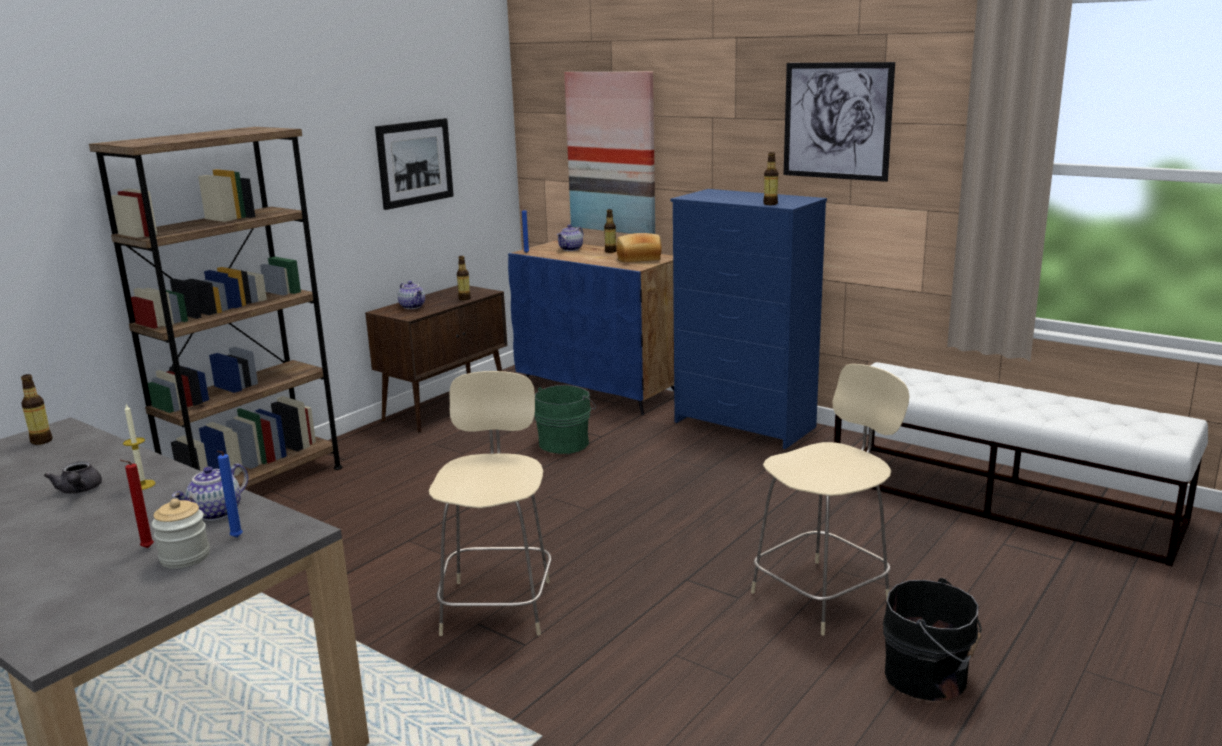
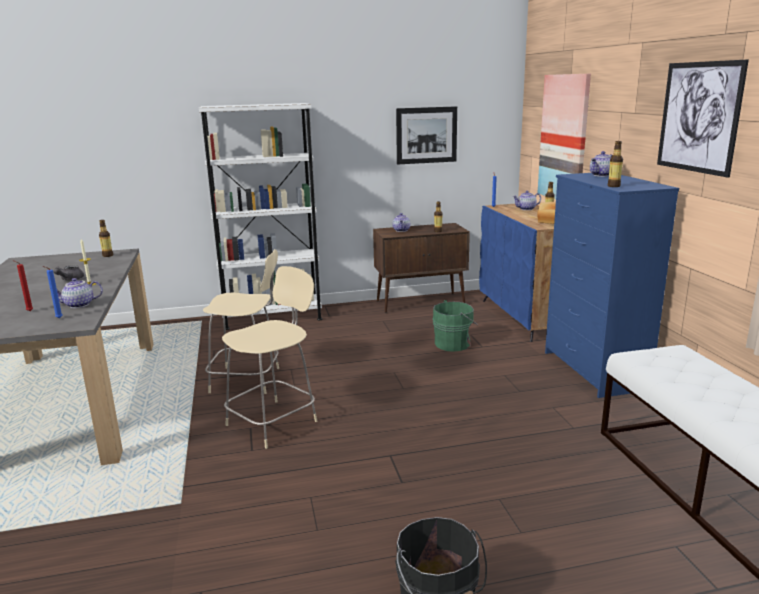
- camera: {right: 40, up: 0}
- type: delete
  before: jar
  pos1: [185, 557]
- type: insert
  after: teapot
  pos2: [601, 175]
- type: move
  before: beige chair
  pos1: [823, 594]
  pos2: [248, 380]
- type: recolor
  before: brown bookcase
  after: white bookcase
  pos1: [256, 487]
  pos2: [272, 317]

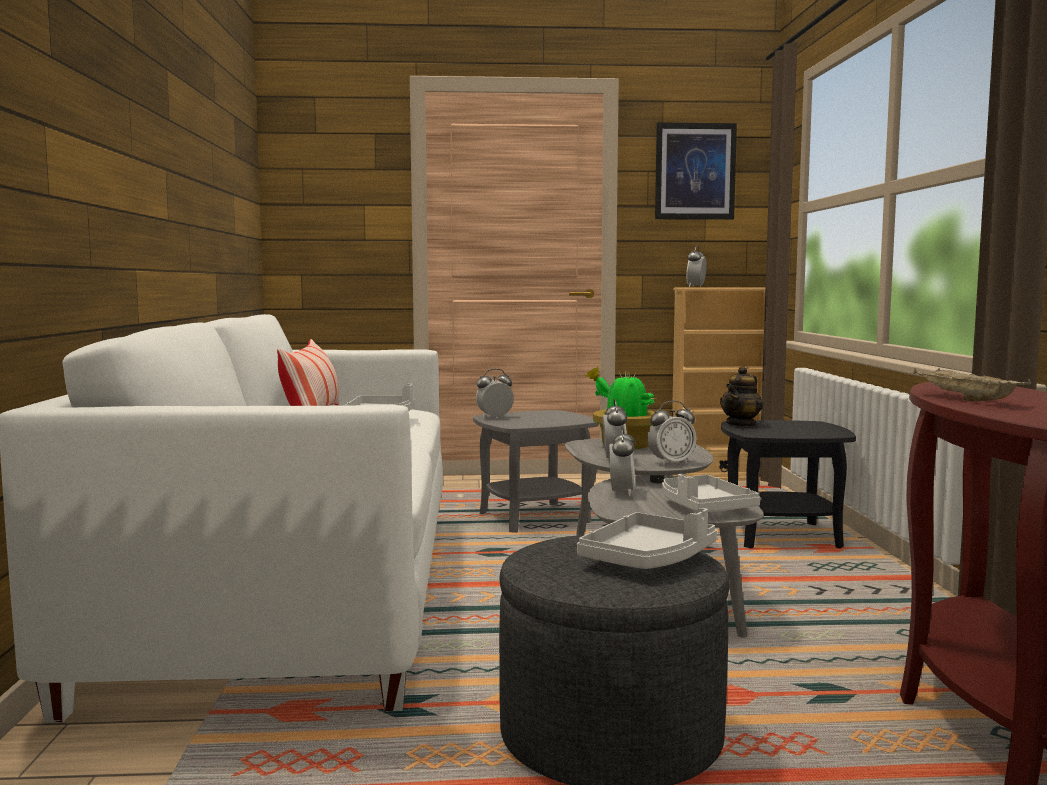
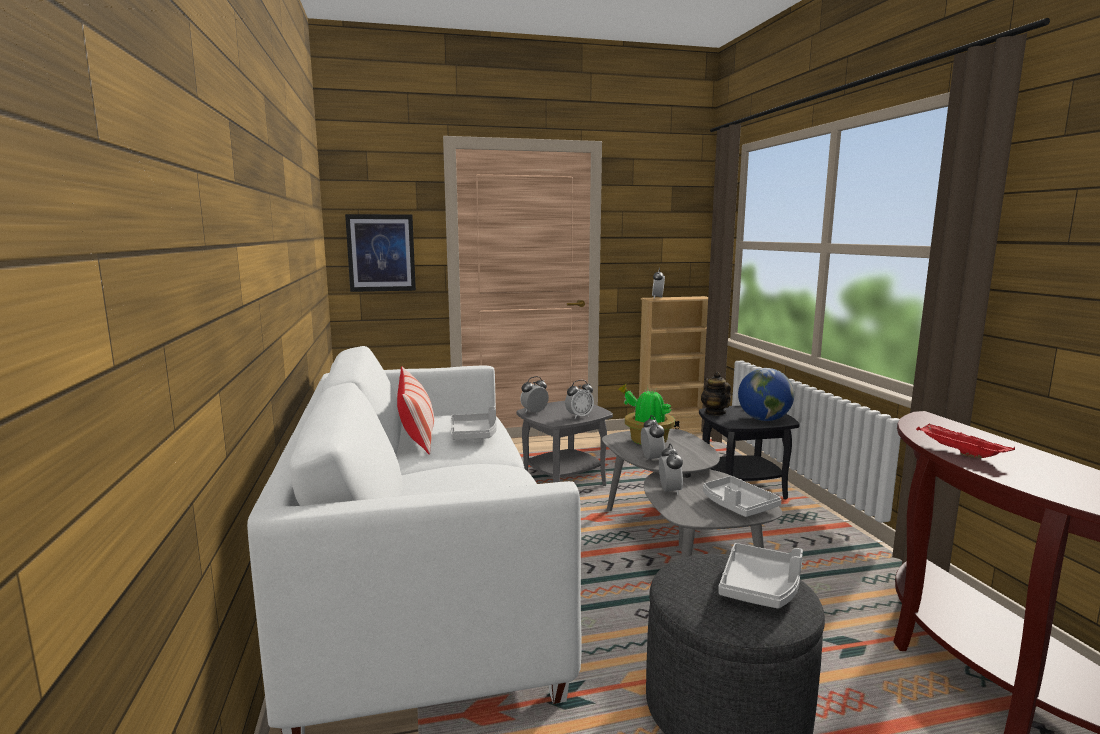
- camera: {right: -10, up: 5}
- type: insert
  after: globe
  pos2: [763, 419]
- type: move
  before: alarm clock
  pos1: [671, 463]
  pos2: [579, 416]
- type: move
  before: picture
  pos1: [695, 171]
  pos2: [381, 253]
- type: recolor
  before: beige tray
  after: red tray
  pos1: [964, 399]
  pos2: [958, 452]
- type: rotate
  before: teapot
  pos1: [741, 424]
  pos2: [715, 413]
  turn: 135

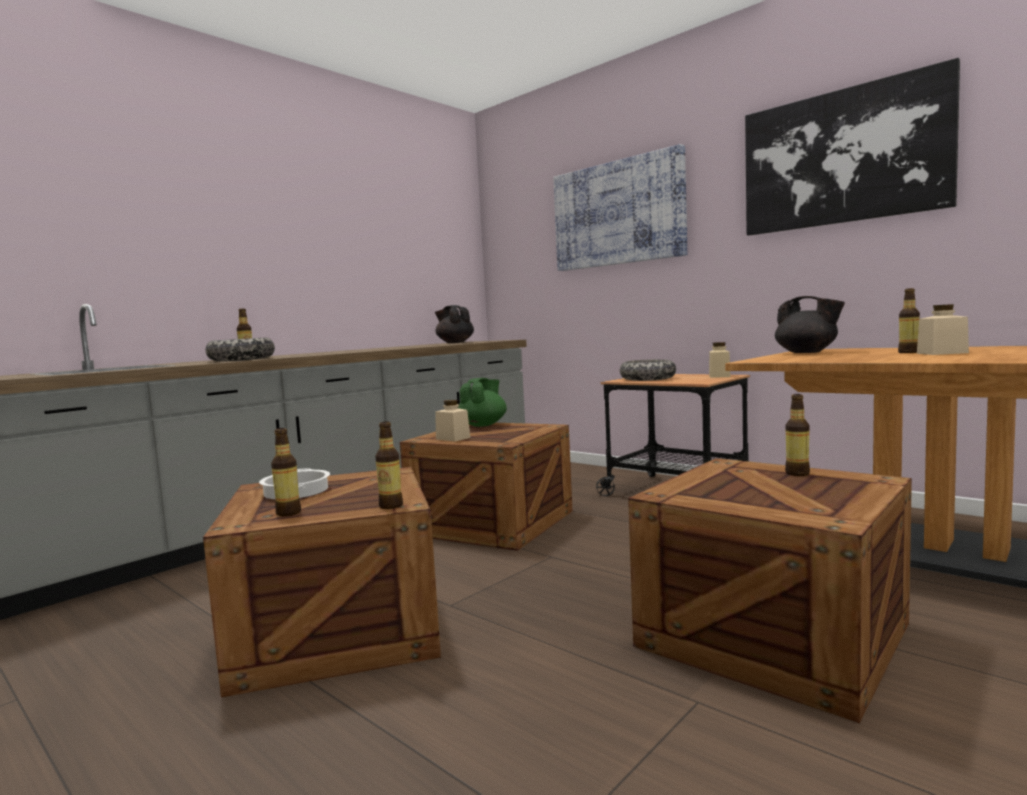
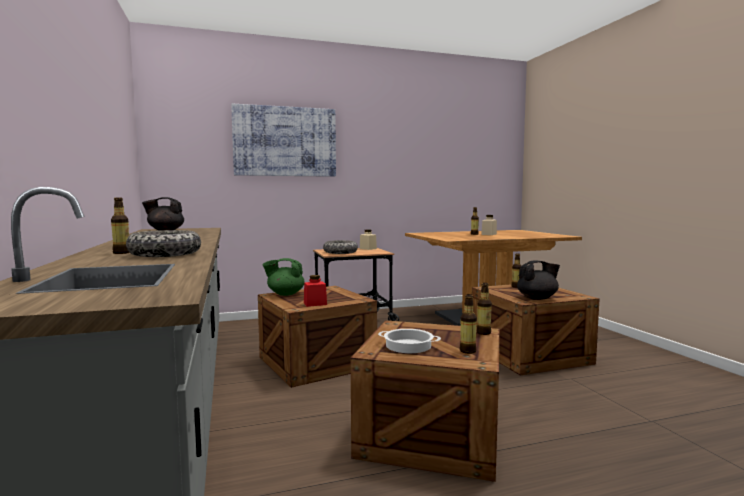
- camera: {right: -60, up: 0}
- type: delete
  before: picture
  pos1: [842, 157]
- type: move
  before: black teapot
  pos1: [807, 352]
  pos2: [537, 298]
- type: recolor
  before: beige jar
  after: red jar
  pos1: [453, 438]
  pos2: [315, 304]
- type: rotate
  before: green teapot
  pos1: [483, 425]
  pos2: [285, 294]
  turn: -60

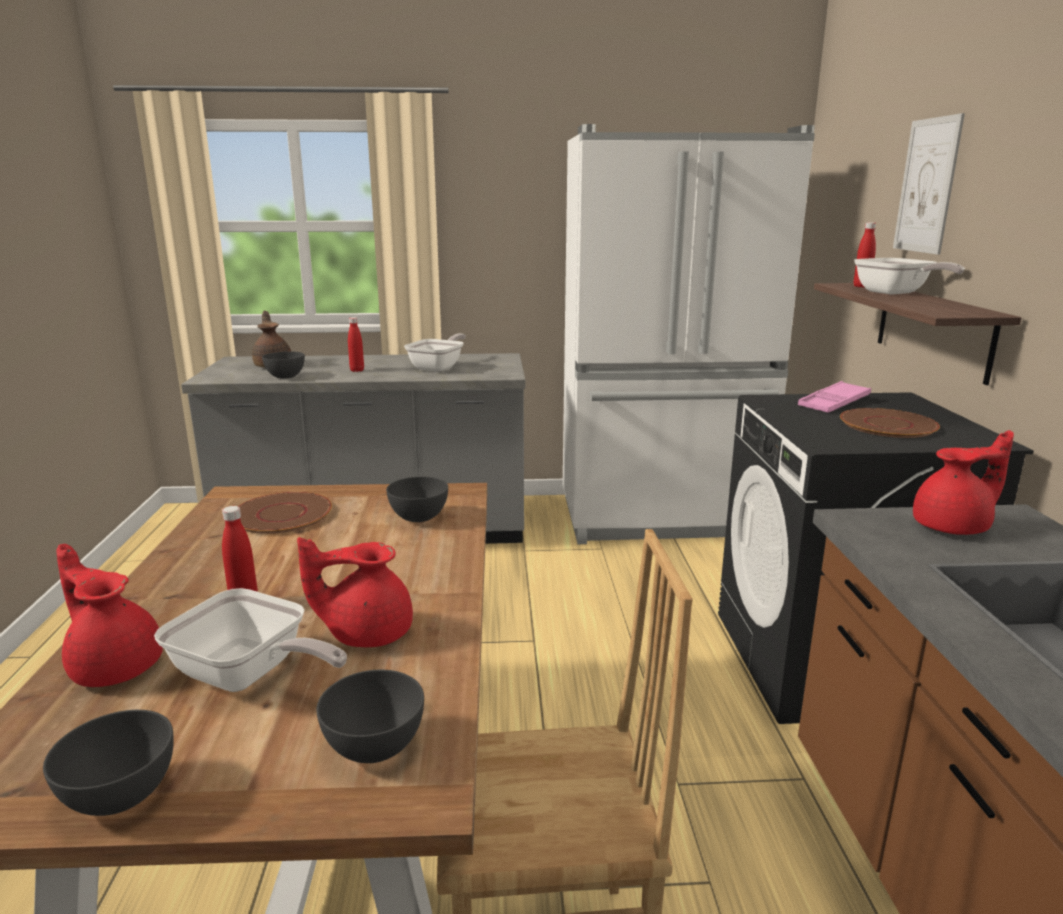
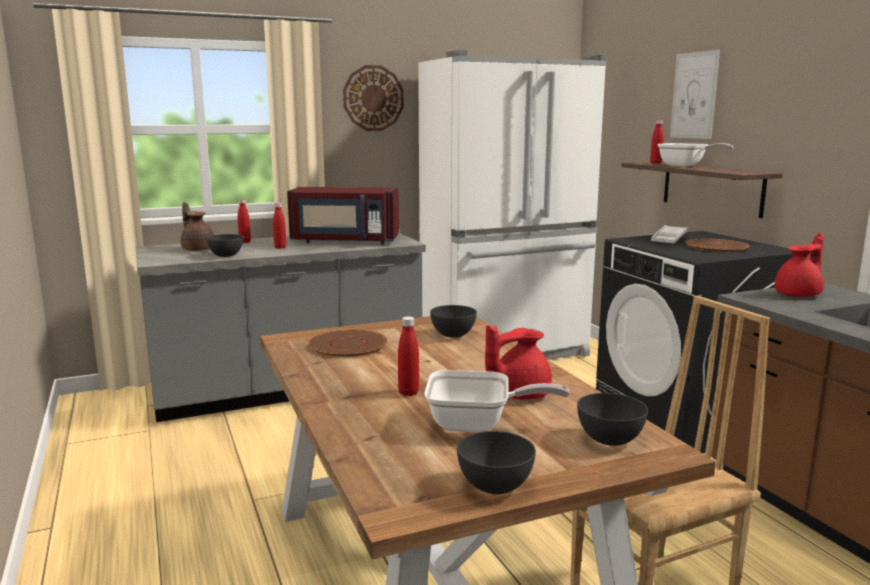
- camera: {right: -20, up: -5}
- type: delete
  before: red teapot
  pos1: [116, 665]
- type: insert
  after: red bottle
  pos2: [245, 242]
- type: insert
  after: wall clock
  pos2: [373, 98]
- type: replace
  before: frying pan
  after: red microwave
  pos1: [439, 367]
  pos2: [345, 241]
- type: recolor
  before: pink tray
  after: white tray
  pos1: [834, 403]
  pos2: [669, 239]

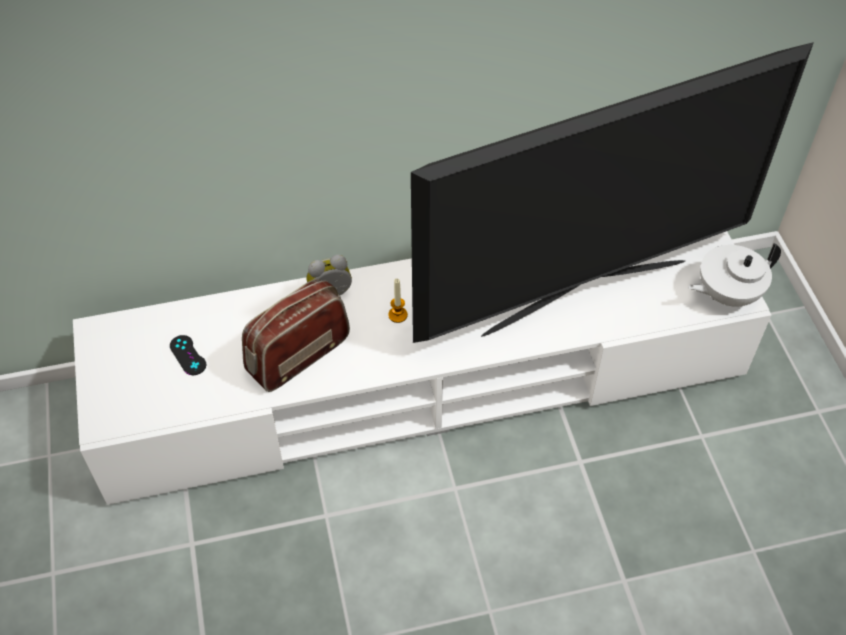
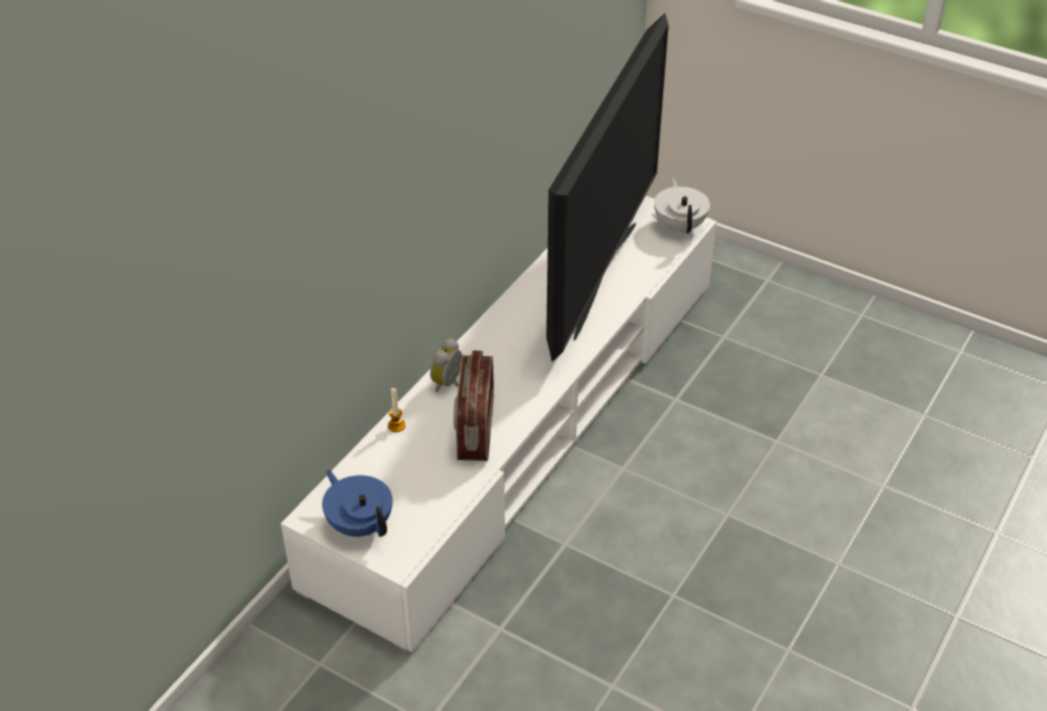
- camera: {right: -45, up: -10}
- type: delete
  before: black game controller
  pos1: [188, 355]
- type: insert
  after: blue teapot
  pos2: [360, 524]
- type: move
  before: candle
  pos1: [398, 315]
  pos2: [396, 426]
- type: rotate
  before: white teapot
  pos1: [726, 294]
  pos2: [680, 225]
  turn: 150

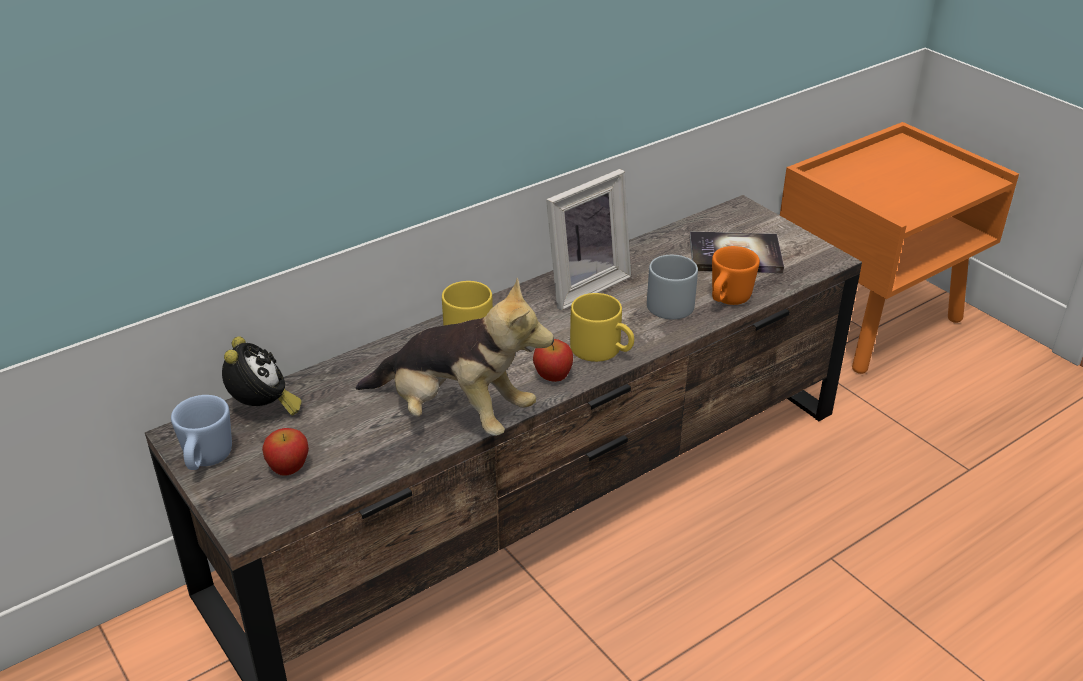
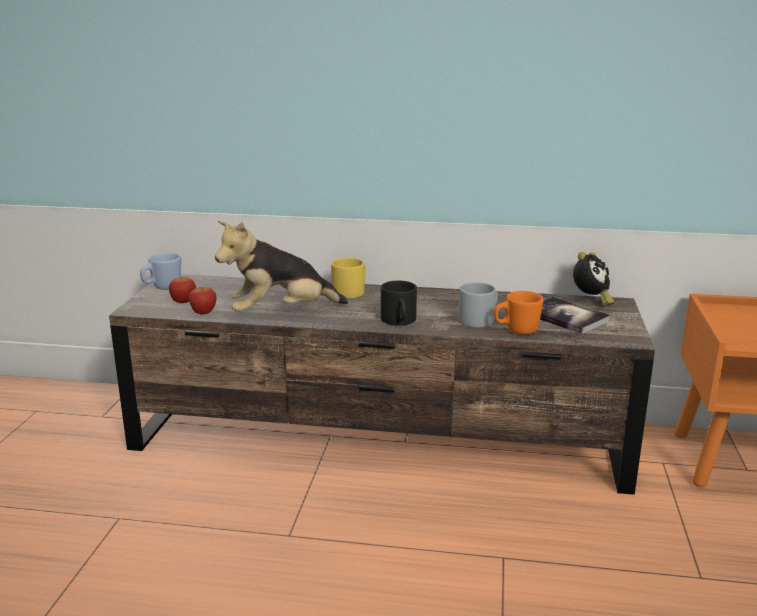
- camera: {right: 45, up: -15}
- type: delete
  before: picture frame
  pos1: [583, 285]
- type: move
  before: alarm clock
  pos1: [263, 409]
  pos2: [591, 300]
- type: move
  before: apple
  pos1: [553, 375]
  pos2: [203, 312]
- type: recolor
  before: yellow mug
  after: black mug
  pos1: [603, 349]
  pos2: [400, 321]
- type: rotate
  before: plush toy
  pos1: [455, 414]
  pos2: [281, 313]
  turn: 90

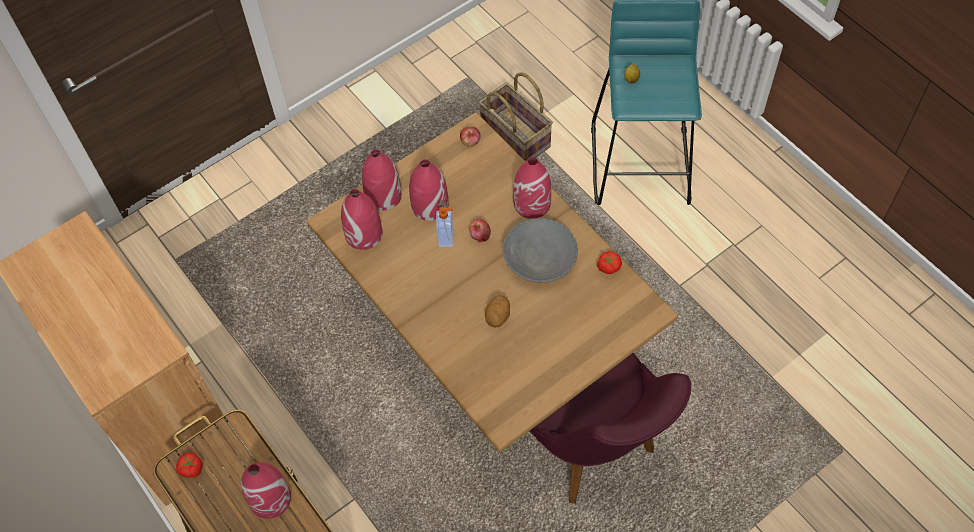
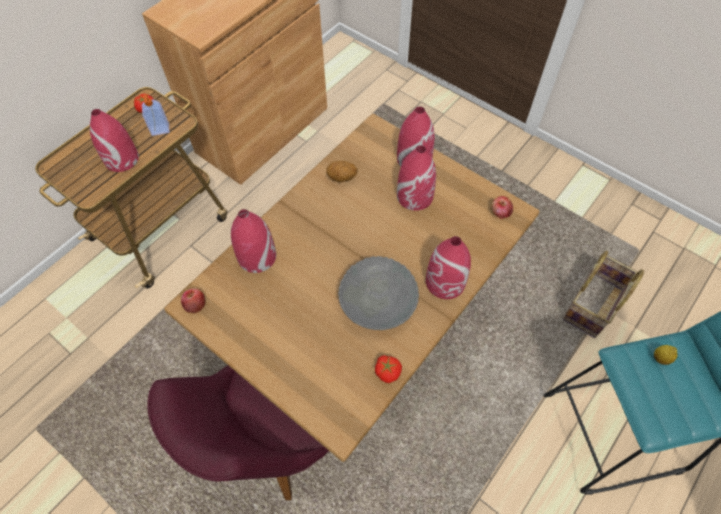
- camera: {right: 75, up: 0}
- type: move
  before: red vase
  pos1: [364, 234]
  pos2: [256, 256]
- type: move
  before: soap dispenser
  pos1: [446, 238]
  pos2: [160, 130]
- type: move
  before: apple
  pos1: [480, 236]
  pos2: [195, 305]
- type: move
  before: potato
  pos1: [498, 317]
  pos2: [342, 178]

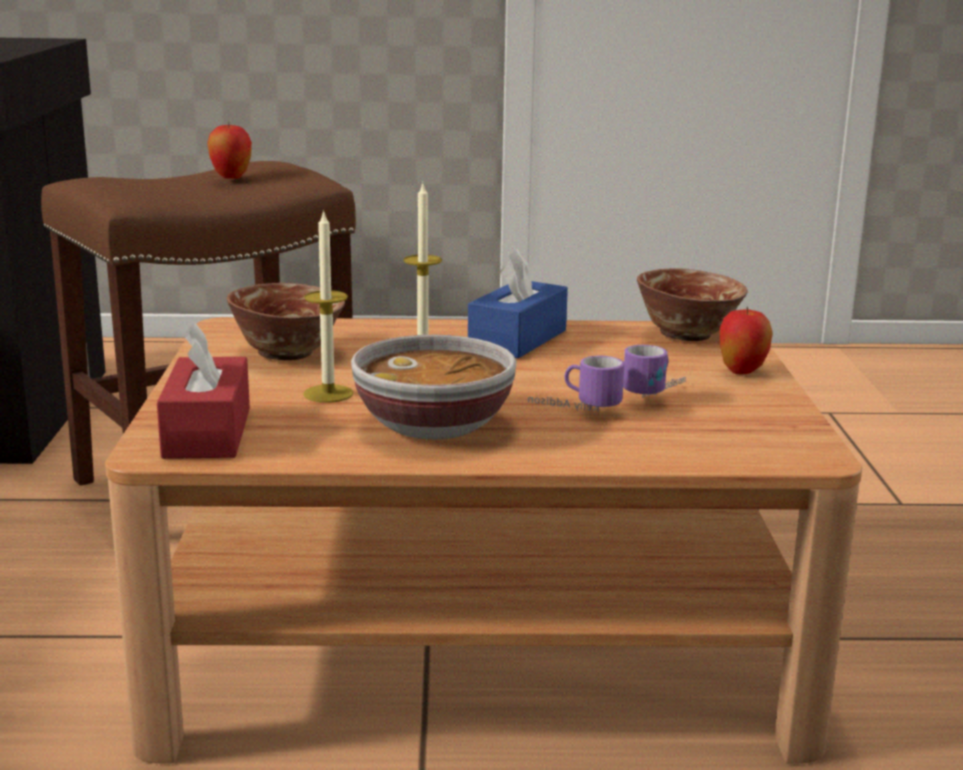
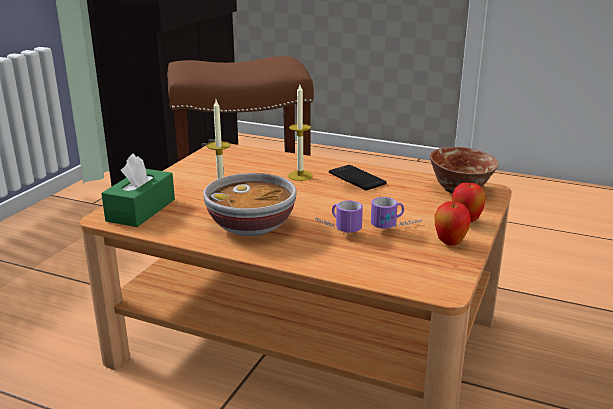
- camera: {right: 25, up: 5}
- type: delete
  before: bowl
  pos1: [287, 354]
- type: move
  before: apple
  pos1: [231, 178]
  pos2: [450, 243]
- type: replace
  before: blue tissue box
  after: phone
  pos1: [517, 339]
  pos2: [357, 178]
- type: recolor
  before: red tissue box
  after: green tissue box
  pos1: [207, 432]
  pos2: [141, 210]

